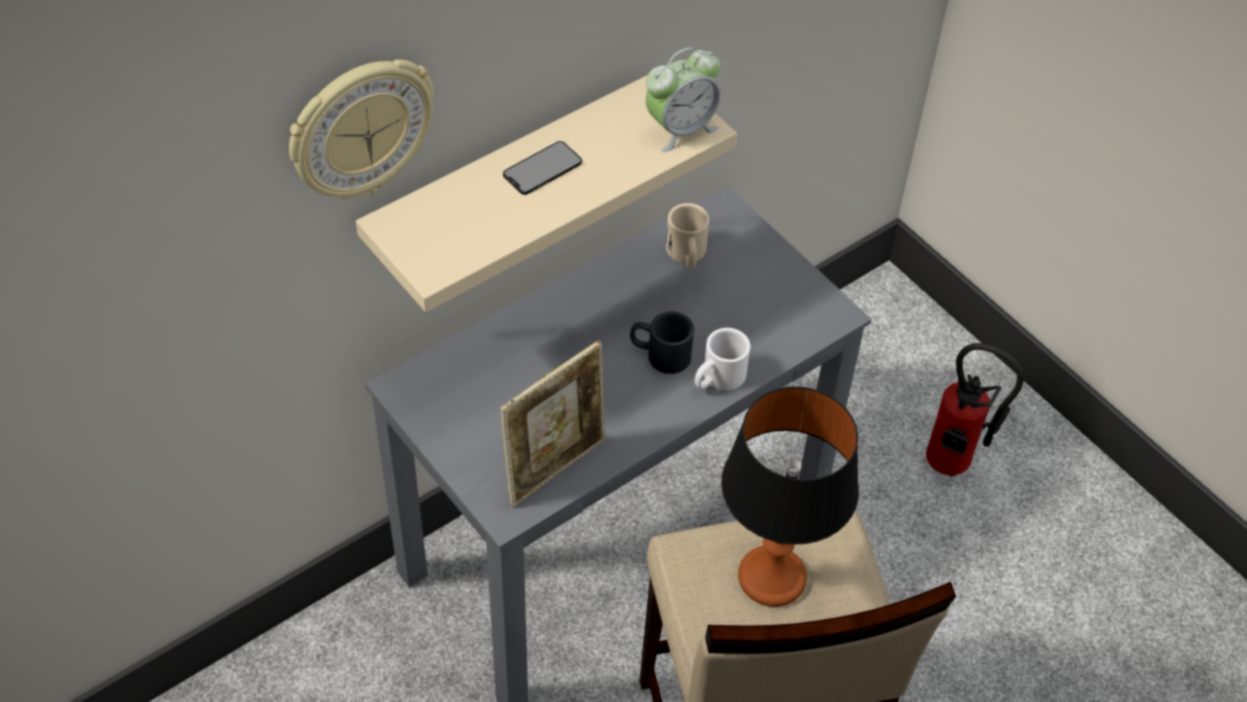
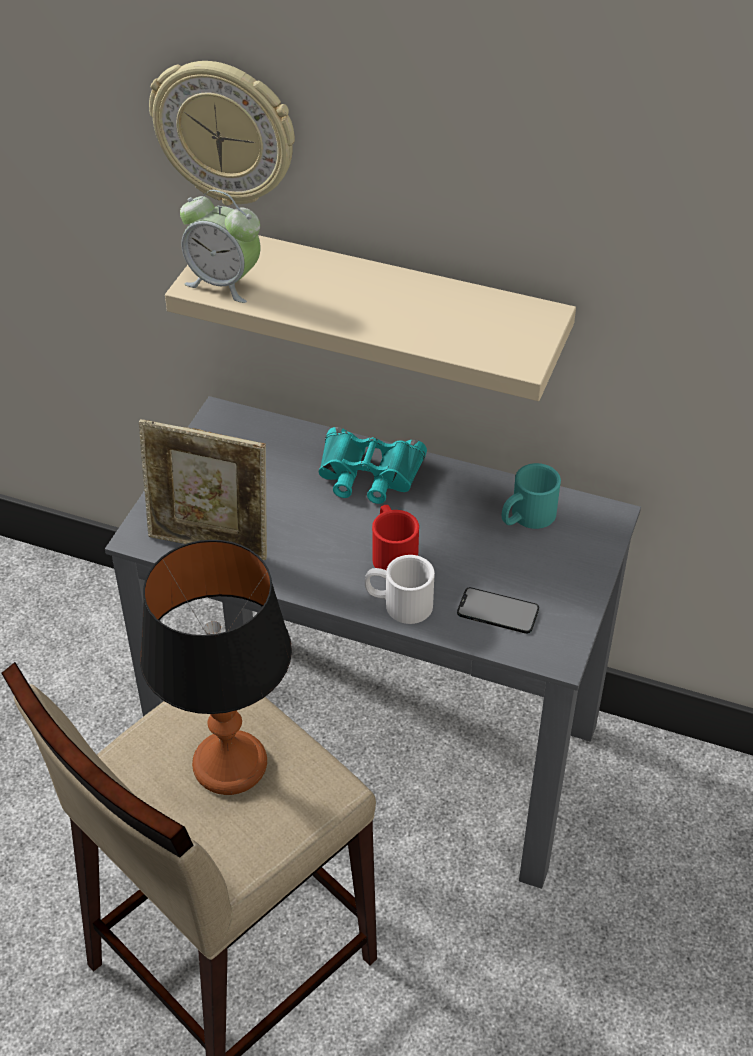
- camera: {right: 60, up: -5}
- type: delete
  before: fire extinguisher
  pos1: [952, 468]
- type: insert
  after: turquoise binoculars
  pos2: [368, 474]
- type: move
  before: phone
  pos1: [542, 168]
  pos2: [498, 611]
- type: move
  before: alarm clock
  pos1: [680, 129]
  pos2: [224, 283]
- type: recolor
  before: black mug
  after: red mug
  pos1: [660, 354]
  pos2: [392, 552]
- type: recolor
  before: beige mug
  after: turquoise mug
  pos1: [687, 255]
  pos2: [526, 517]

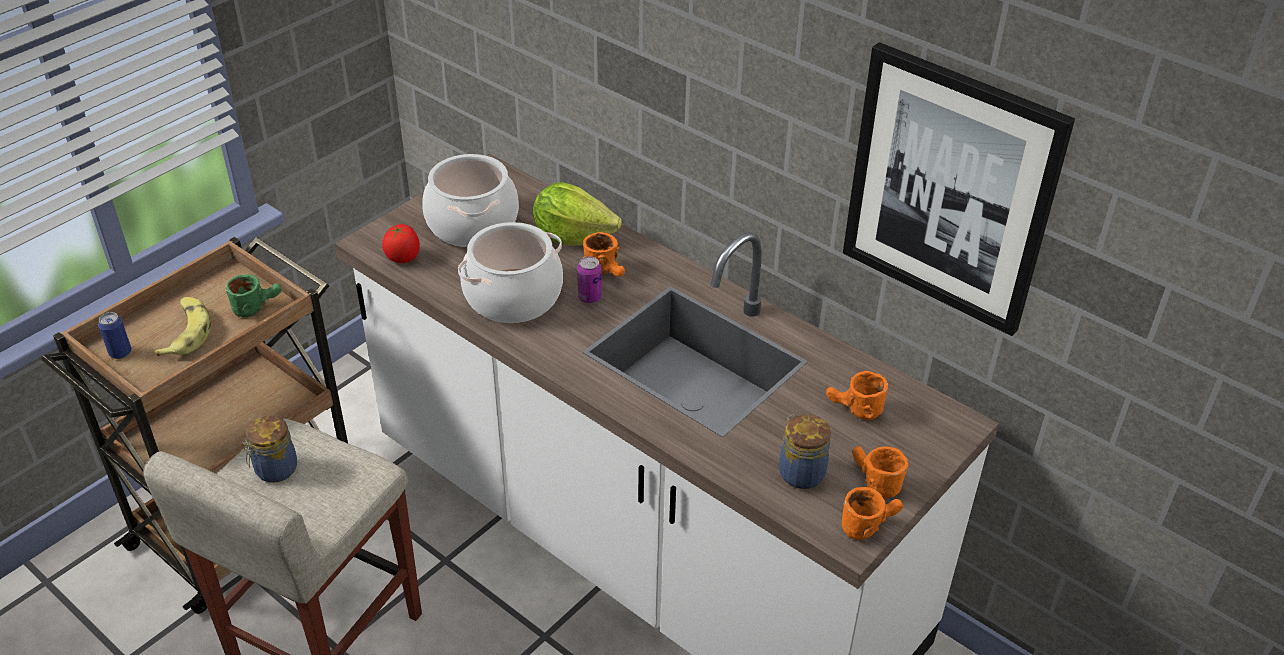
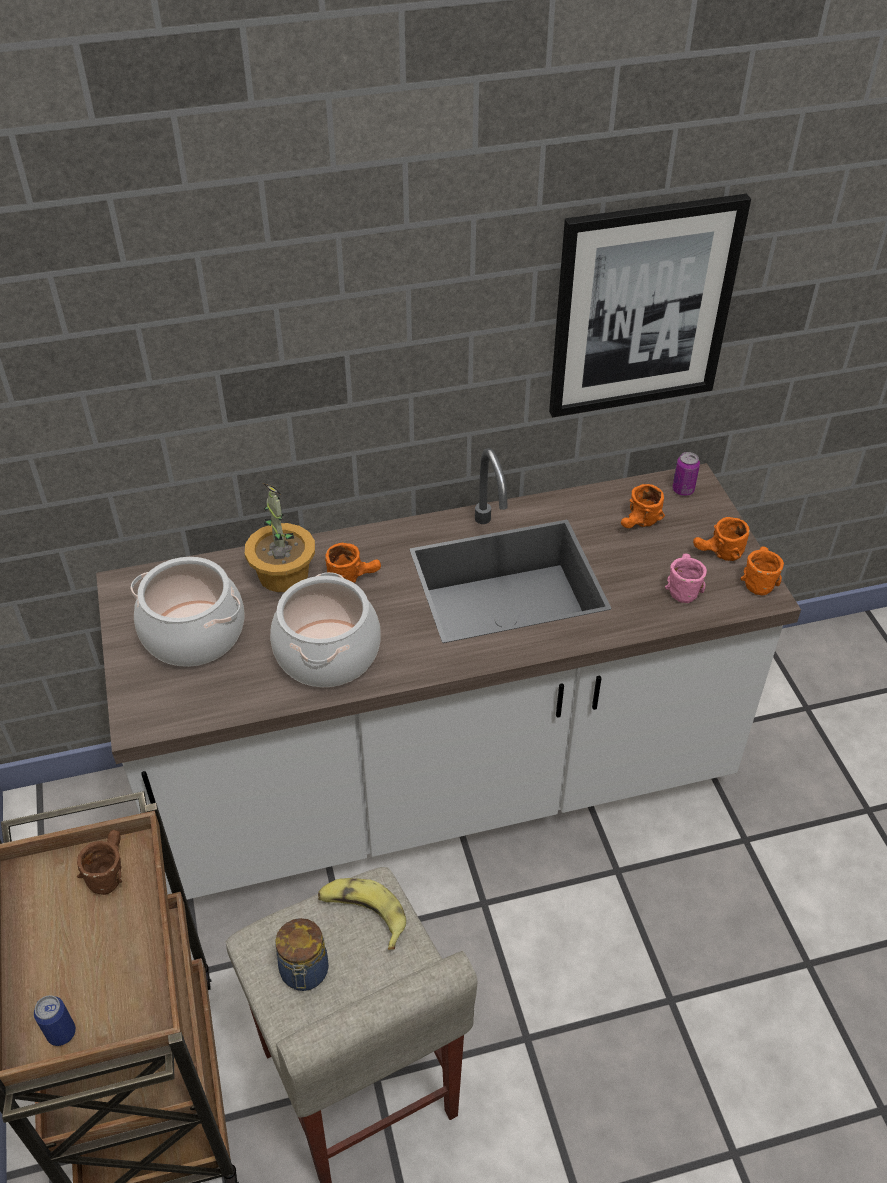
- camera: {right: -55, up: 5}
- type: delete
  before: tomato
  pos1: [403, 257]
- type: move
  before: banana
  pos1: [186, 332]
  pos2: [363, 914]
- type: move
  before: can
  pos1: [589, 297]
  pos2: [683, 490]
- type: replace
  before: lettuce
  after: potted plant
  pos1: [573, 236]
  pos2: [282, 575]
- type: replace
  before: jar
  after: pink mug
  pos1: [800, 472]
  pos2: [681, 586]
- type: recolor
  before: green mug
  after: brown mug
  pos1: [257, 306]
  pos2: [107, 869]

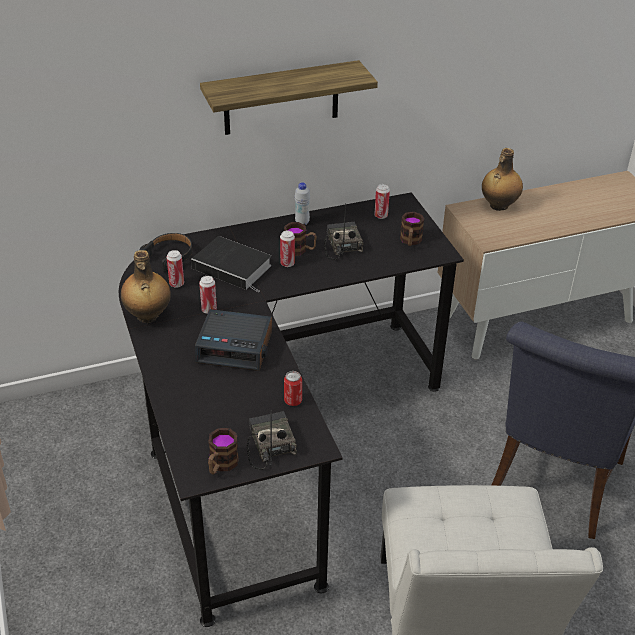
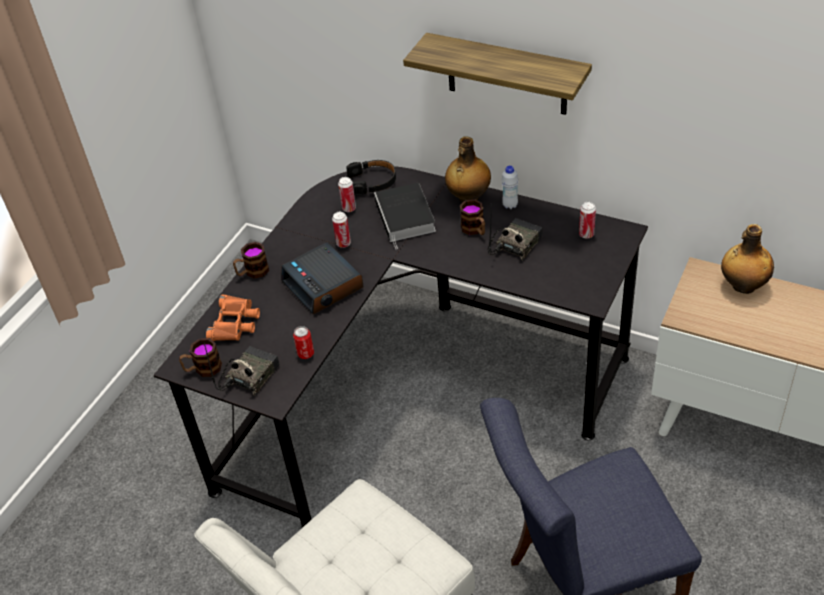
- camera: {right: 50, up: 5}
- type: delete
  before: can
  pos1: [287, 263]
- type: insert
  after: orange binoculars
  pos2: [235, 323]
- type: move
  before: bottle
  pos1: [147, 316]
  pos2: [468, 197]
- type: move
  before: mug
  pos1: [410, 241]
  pos2: [252, 272]

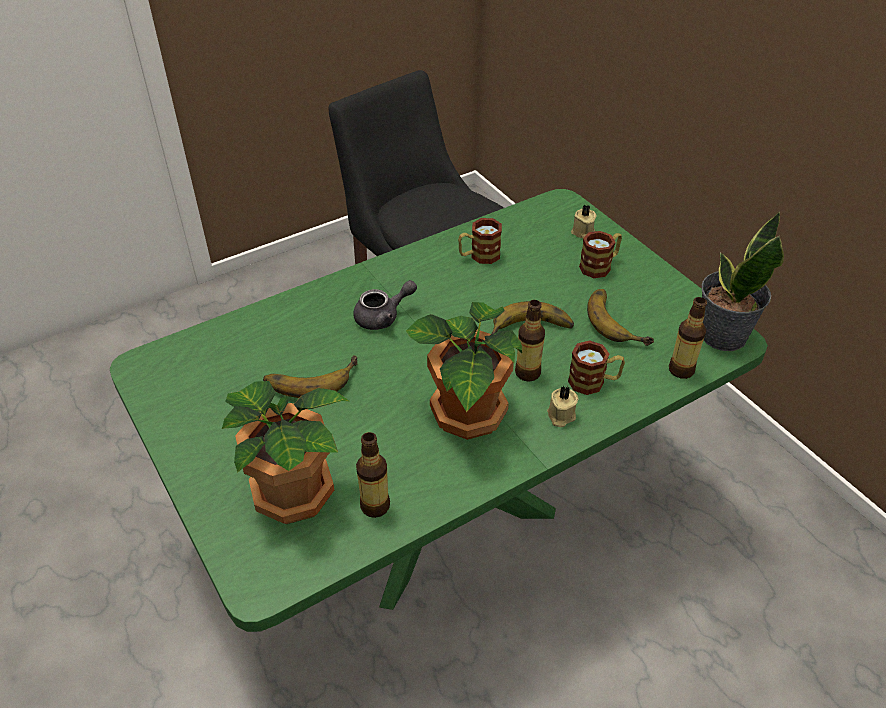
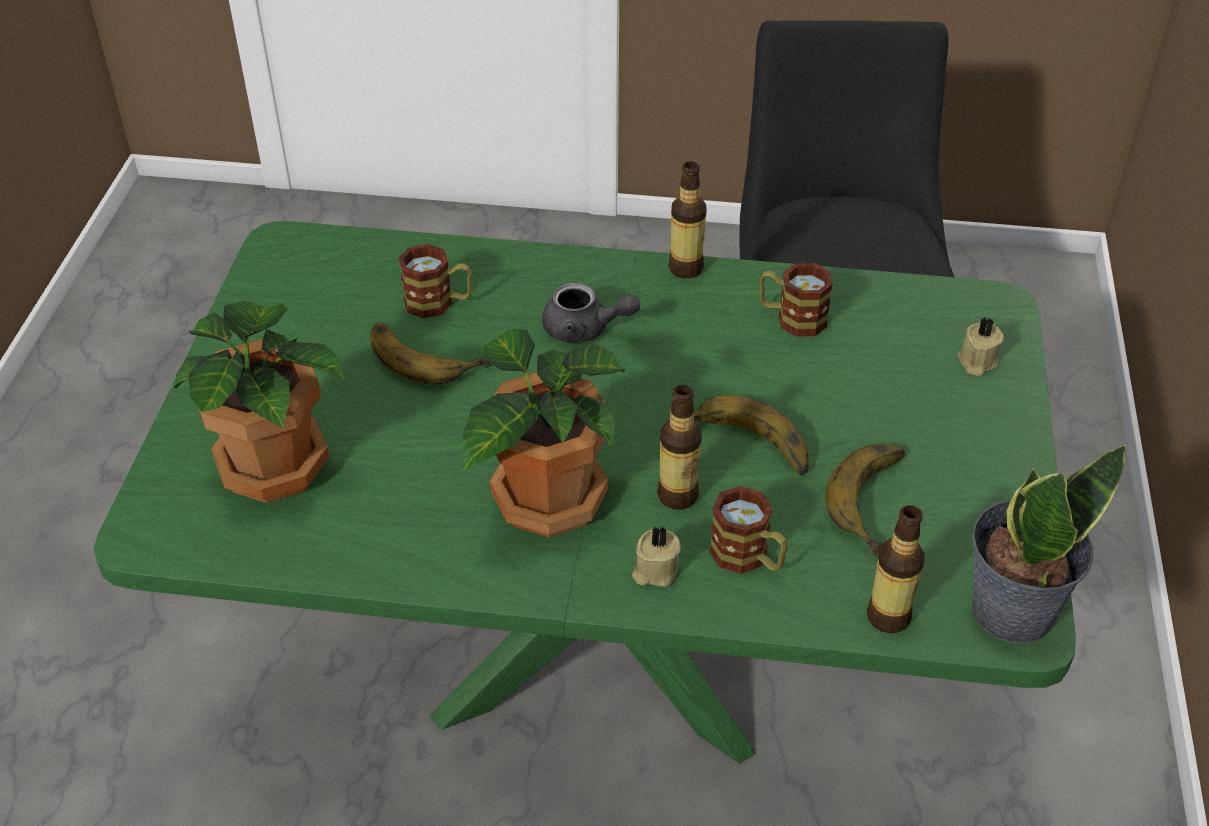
- camera: {right: 40, up: 0}
- type: move
  before: bottle
  pos1: [375, 506]
  pos2: [686, 268]
- type: move
  before: mug
  pos1: [600, 265]
  pos2: [439, 303]

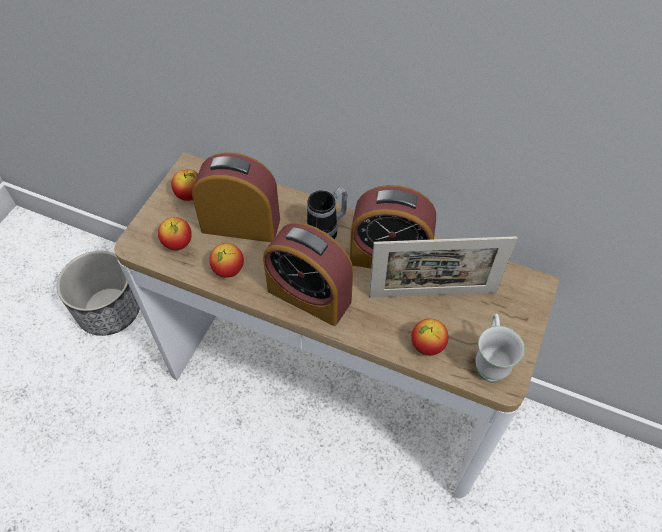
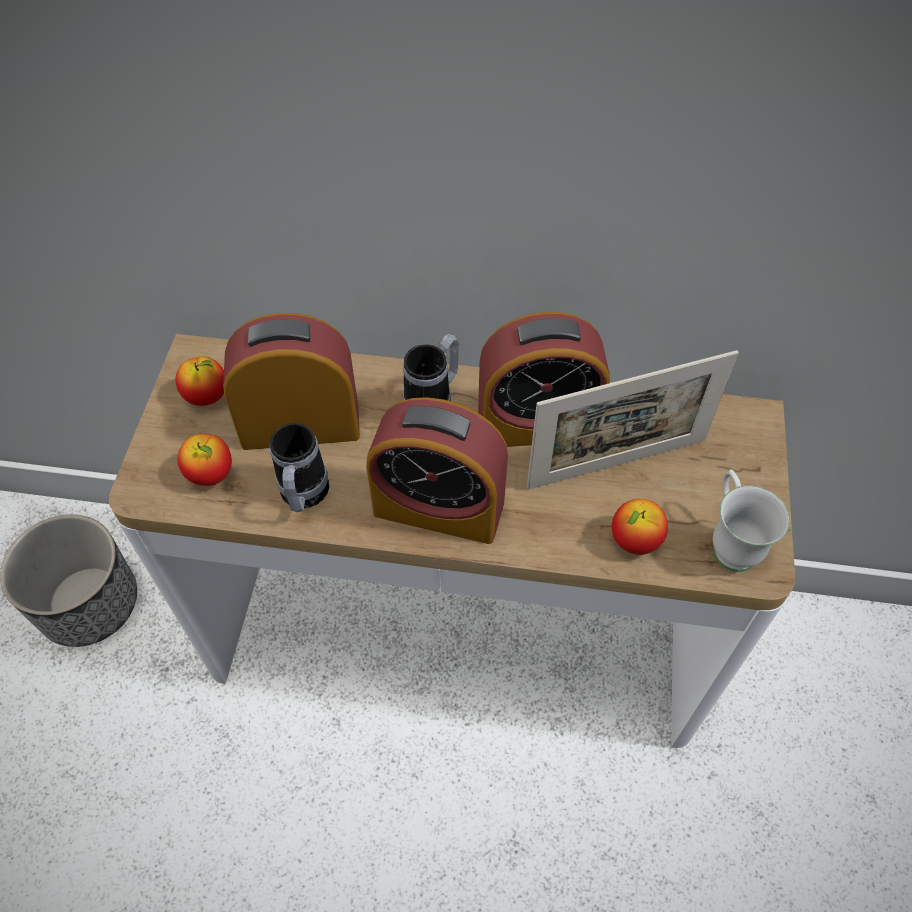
- camera: {right: -15, up: 0}
- type: replace
  before: apple
  after: mug
  pos1: [228, 270]
  pos2: [303, 497]

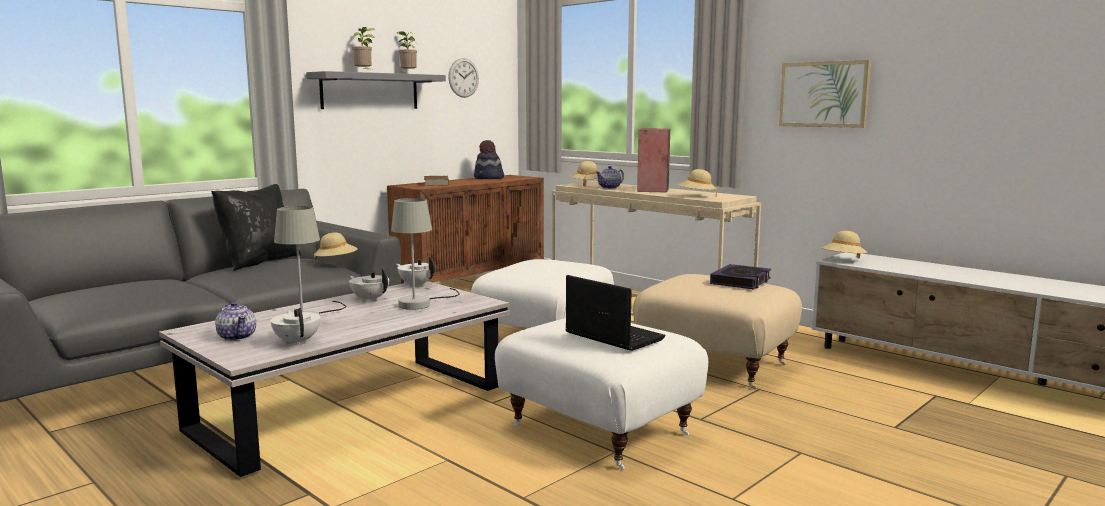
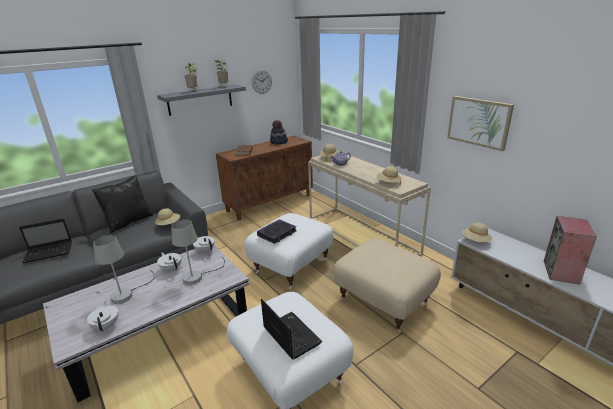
- camera: {right: 10, up: 15}
- type: delete
  before: teapot
  pos1: [237, 337]
- type: insert
  after: laptop
  pos2: [50, 252]
- type: move
  before: speaker
  pos1: [653, 190]
  pos2: [561, 272]
- type: move
  before: book
  pos1: [741, 281]
  pos2: [277, 234]

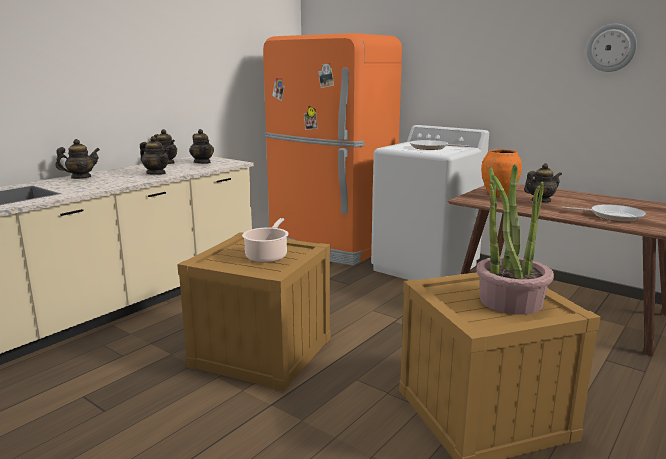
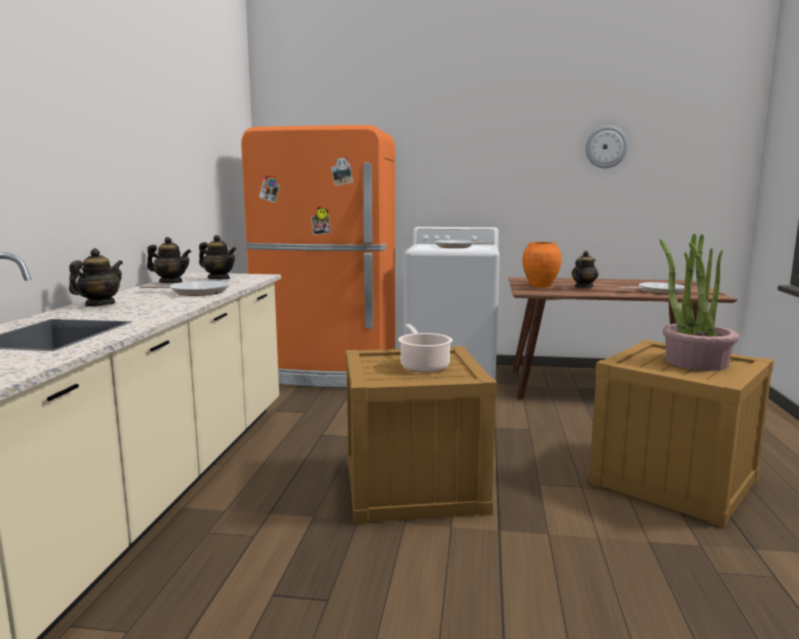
- camera: {right: -30, up: -5}
- type: replace
  before: teapot
  after: frying pan
  pos1: [156, 173]
  pos2: [196, 292]

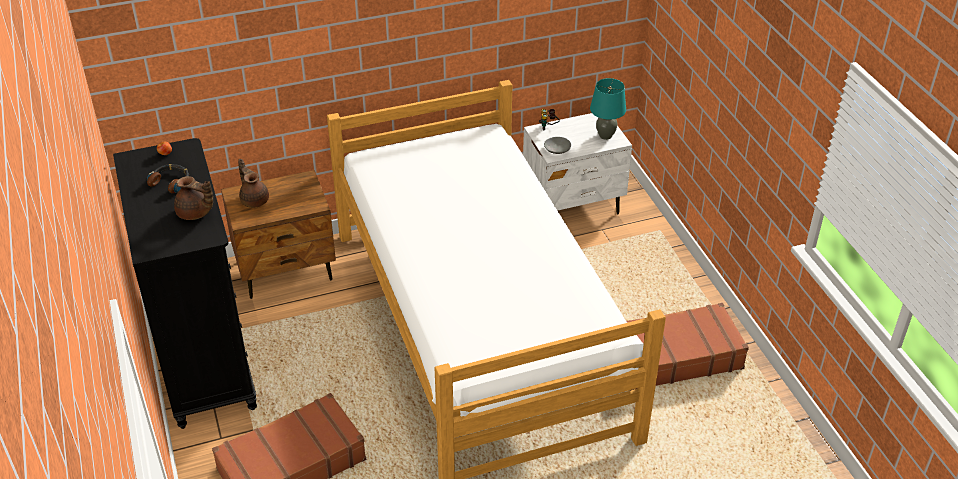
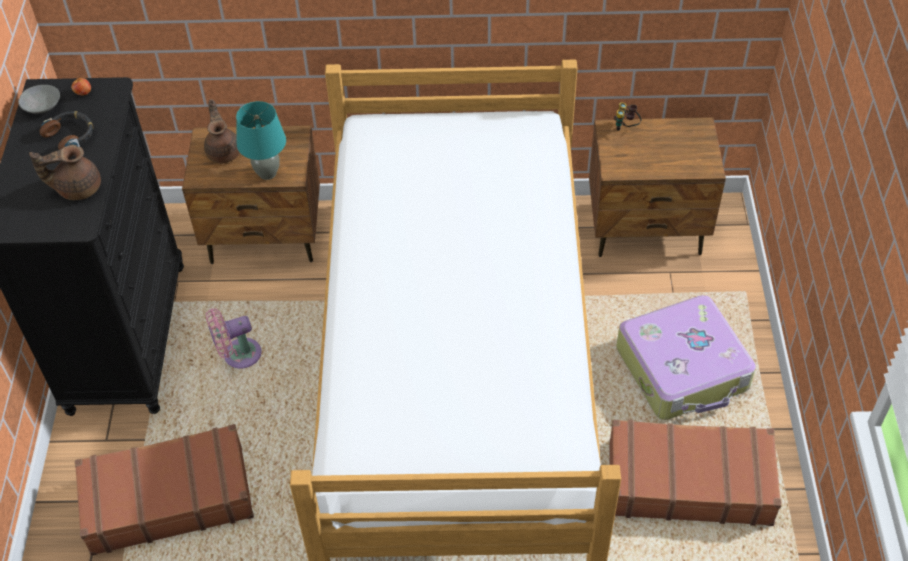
- camera: {right: 20, up: 10}
- type: insert
  after: pink fan
  pos2: [238, 355]
- type: insert
  after: suitcase
  pos2: [683, 368]
- type: move
  before: grey bowl
  pos1: [557, 150]
  pos2: [41, 105]
- type: move
  before: turquoise table lamp
  pos1: [605, 135]
  pos2: [268, 173]
- type: recolor
  before: white nightstand
  after: brown nightstand
  pos1: [573, 205]
  pos2: [647, 229]
- type: rotate
  before: brown teapot
  pos1: [195, 213]
  pos2: [77, 188]
  turn: 120

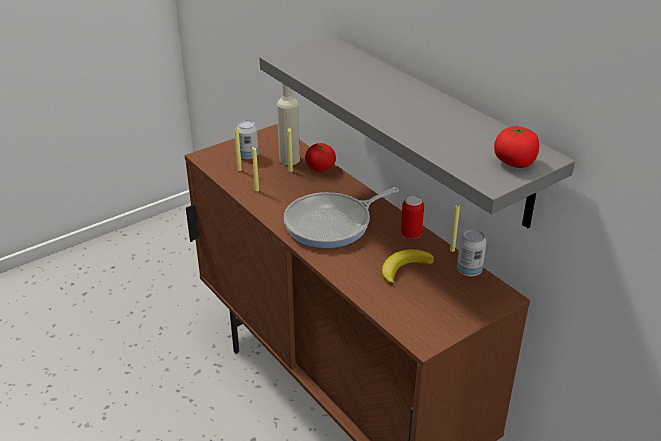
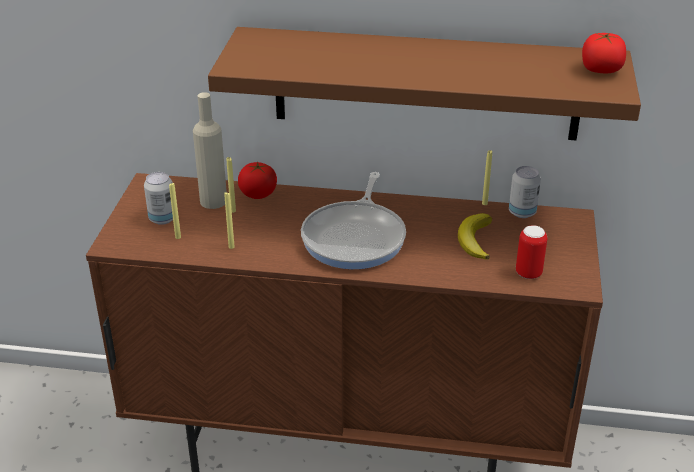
- camera: {right: -45, up: 0}
- type: move
  before: can
  pos1: [411, 234]
  pos2: [528, 273]
- type: recolor
  before: grey shelf
  after: brown shelf
  pos1: [433, 128]
  pos2: [426, 84]

